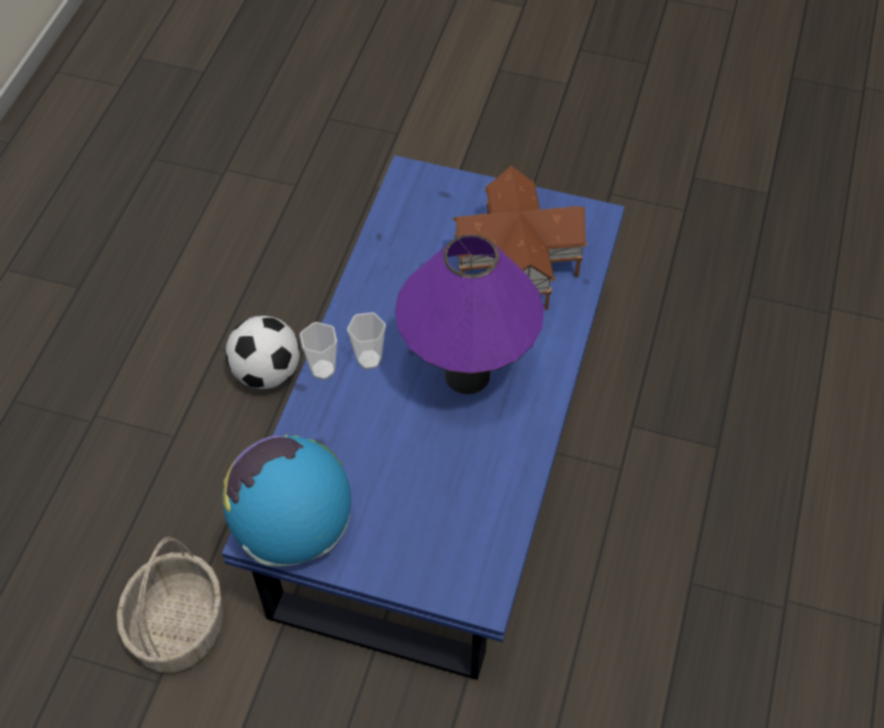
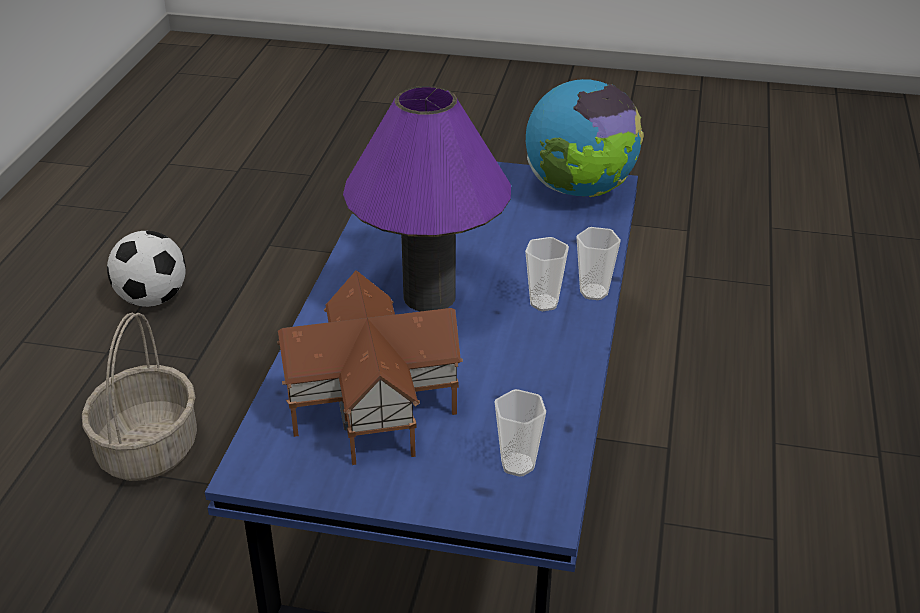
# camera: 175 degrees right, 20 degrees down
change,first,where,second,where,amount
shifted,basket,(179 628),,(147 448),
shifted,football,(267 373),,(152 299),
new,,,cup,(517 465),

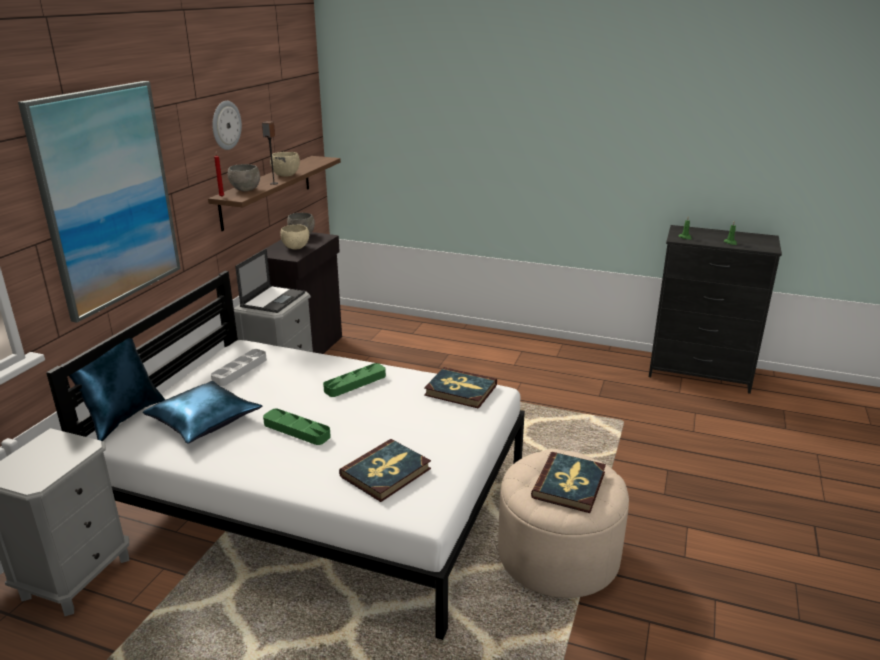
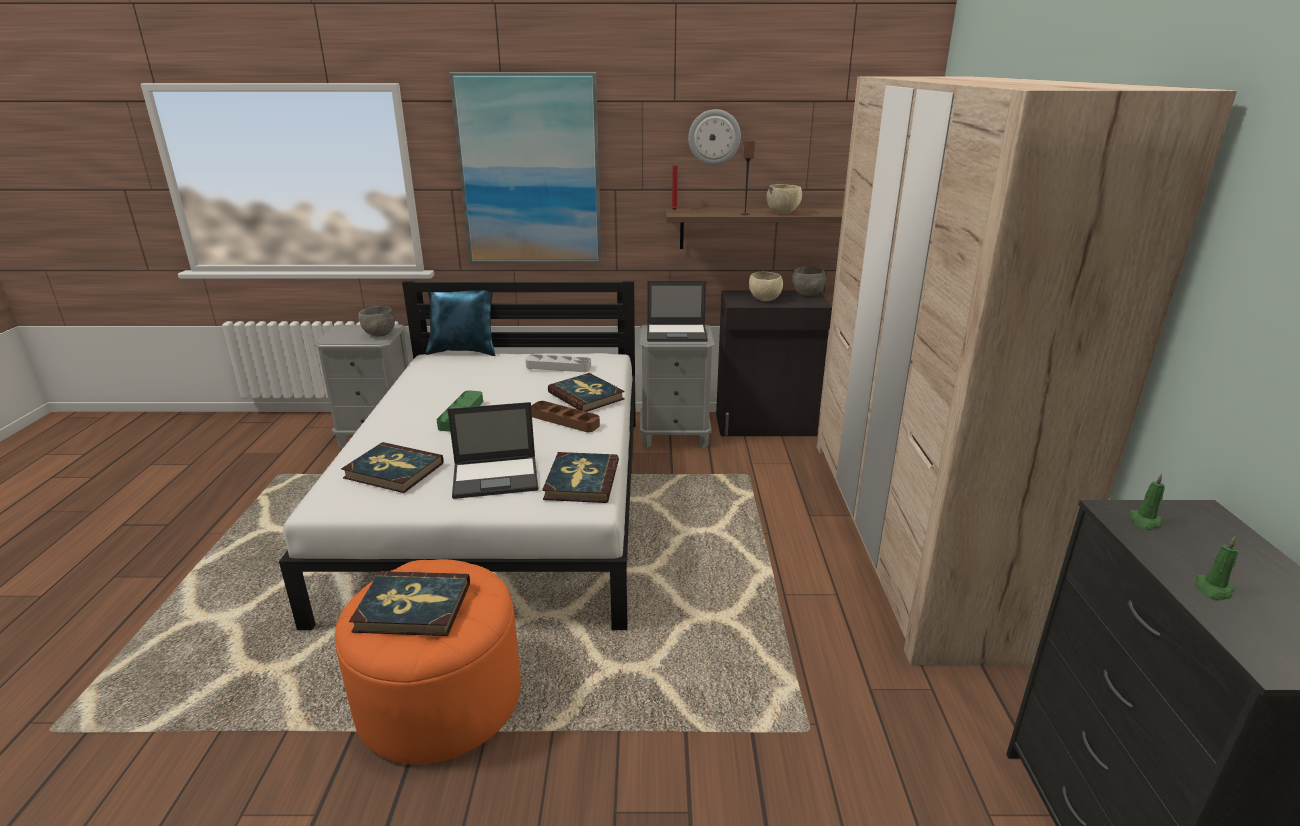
# camera: 70 degrees right, 0 degrees up
change,first,where,second,where,amount
gone,pillow in blue,(204 420),,,
shifted,bowl in grey,(246 190),,(379 335),
repainted,tray in green,(355 383),tray in brown,(564 420),
repainted,ottoman in beige,(558 555),ottoman in orange,(440 699),
new,,,laptop,(497 477),
new,,,book,(586 396),
new,,,wardrobe in beige,(909 532),

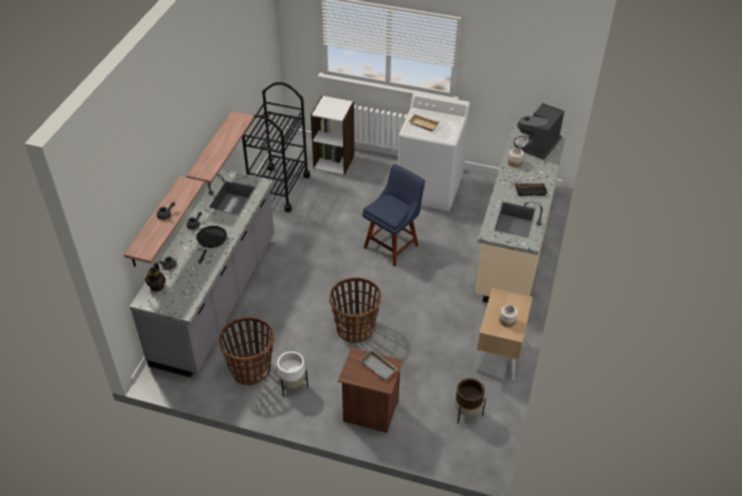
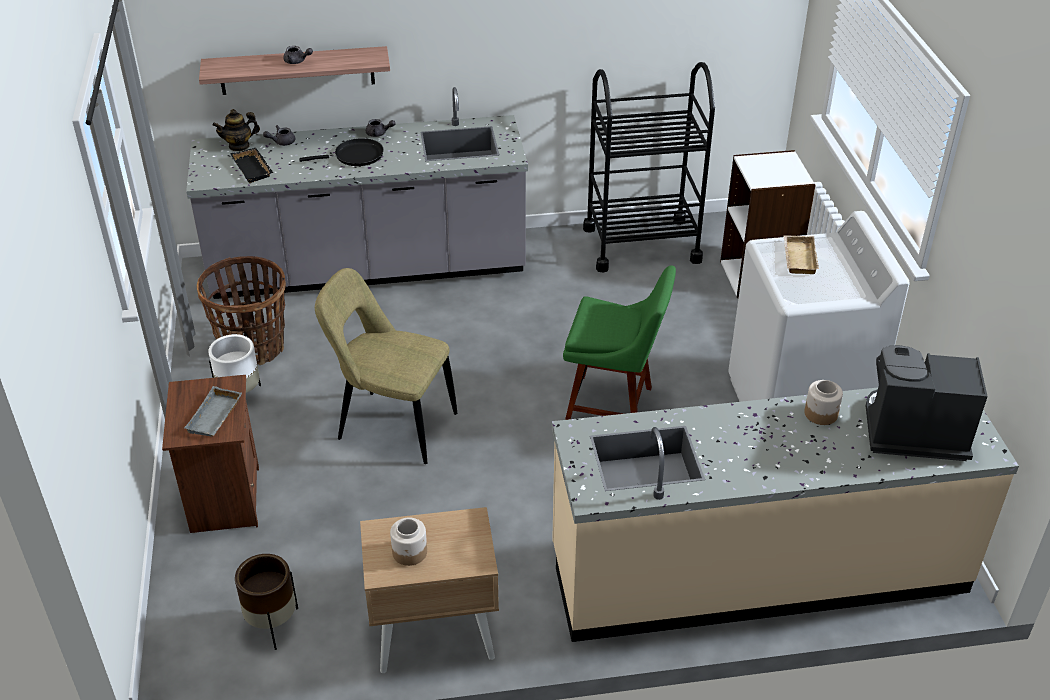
# camera: 65 degrees right, 5 degrees down
change,first,where,second,where,amount
gone,shelf,(211 151),,,
swapped,basket,(355 328),chair in beige,(392 425),
repainted,chair in blue,(393 245),chair in green,(614 407),
shifted,tray in black,(530 191),,(254 169),

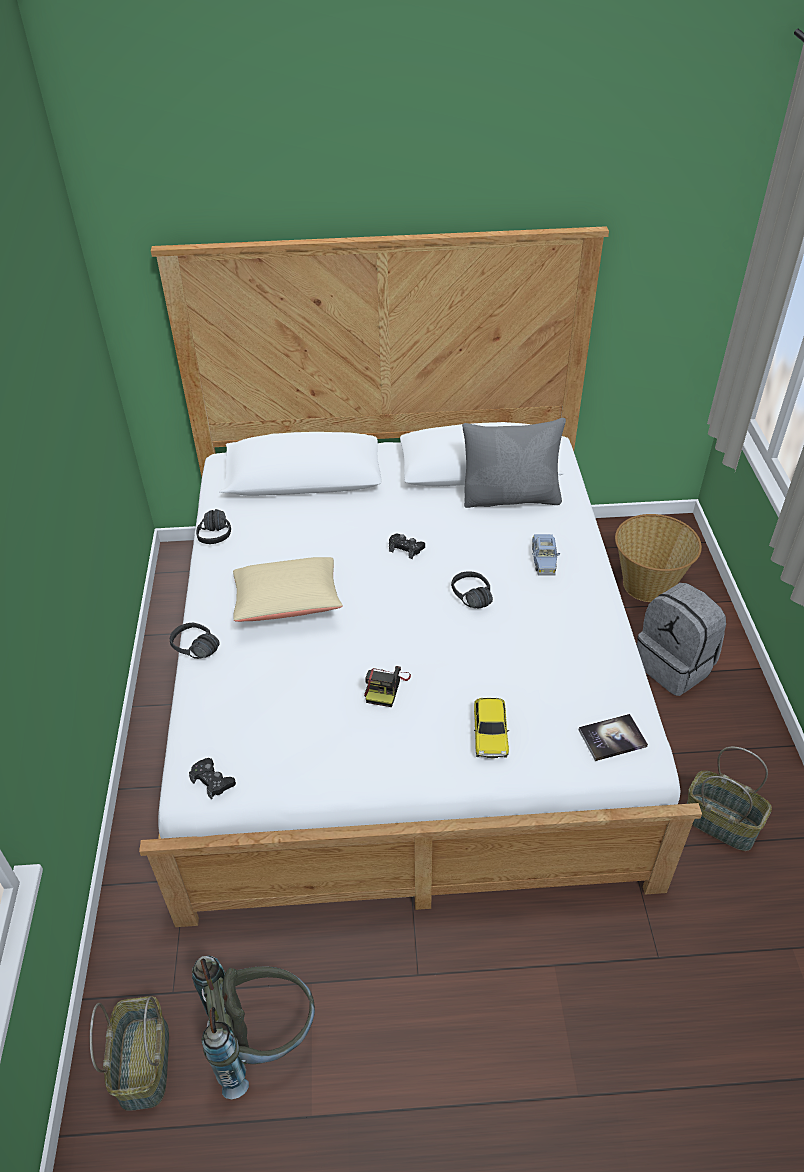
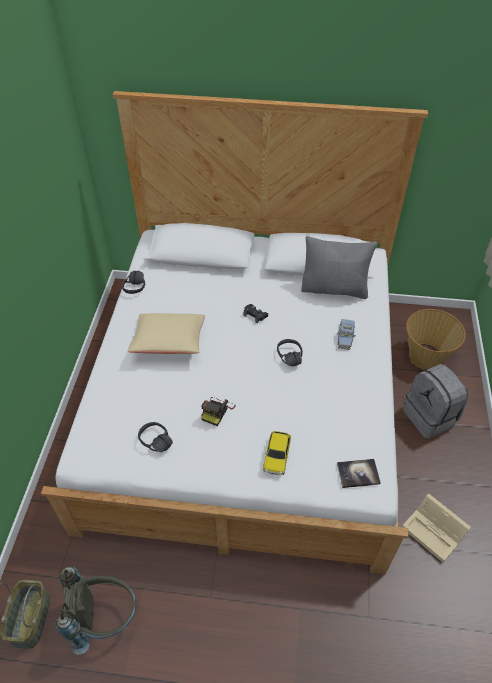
# camera: 10 degrees right, 5 degrees up
change,first,where,second,where,amount
shifted,headphones in black,(191 653),,(152 445),
gone,game controller in black,(212 781),,,
swapped,basket,(721 822),storage box in beige,(434 532),

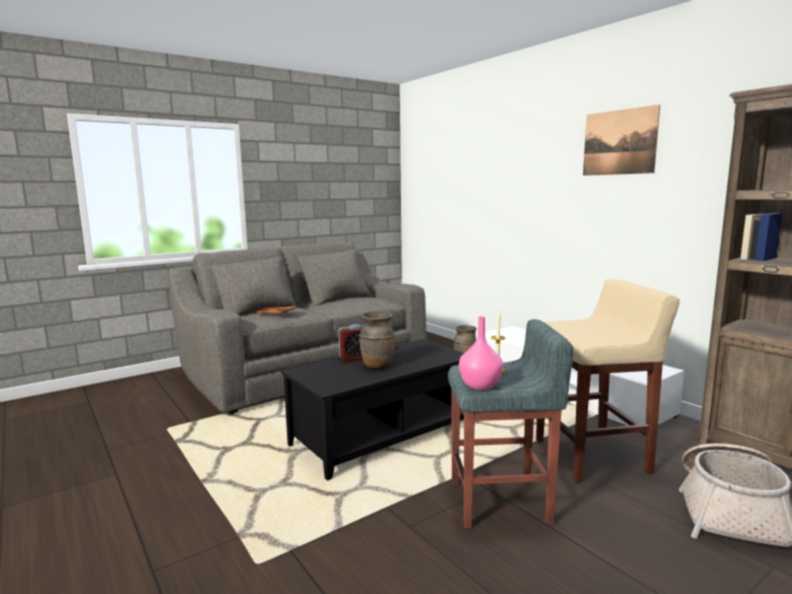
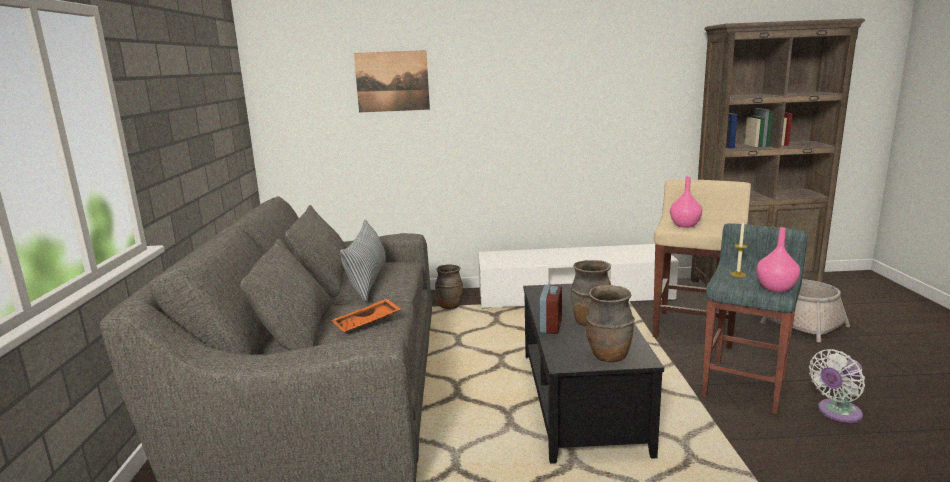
# camera: 55 degrees left, 5 degrees up
change,first,where,second,where,amount
shifted,picture,(619 142),,(392 81),
new,,,pillow,(368 281),
new,,,vase in brown,(608 356),
new,,,vase in pink,(684 225),
new,,,fan in white,(836 413),

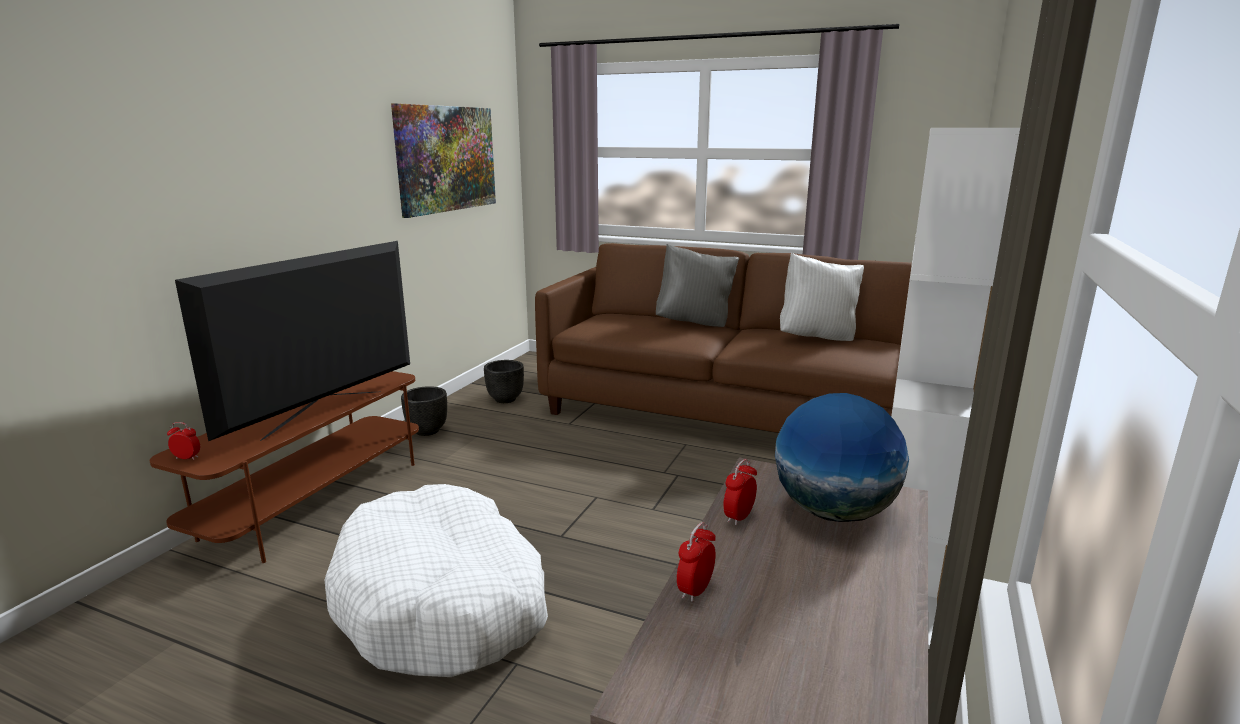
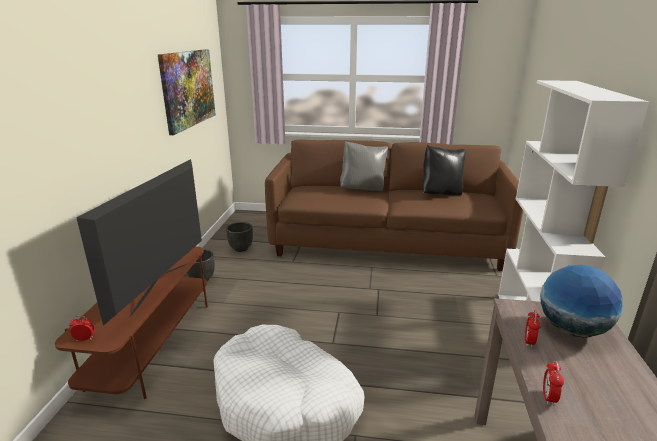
# camera: 15 degrees left, 5 degrees up
change,first,where,second,where,amount
repainted,pillow in white,(817 338),pillow in black,(441 194),

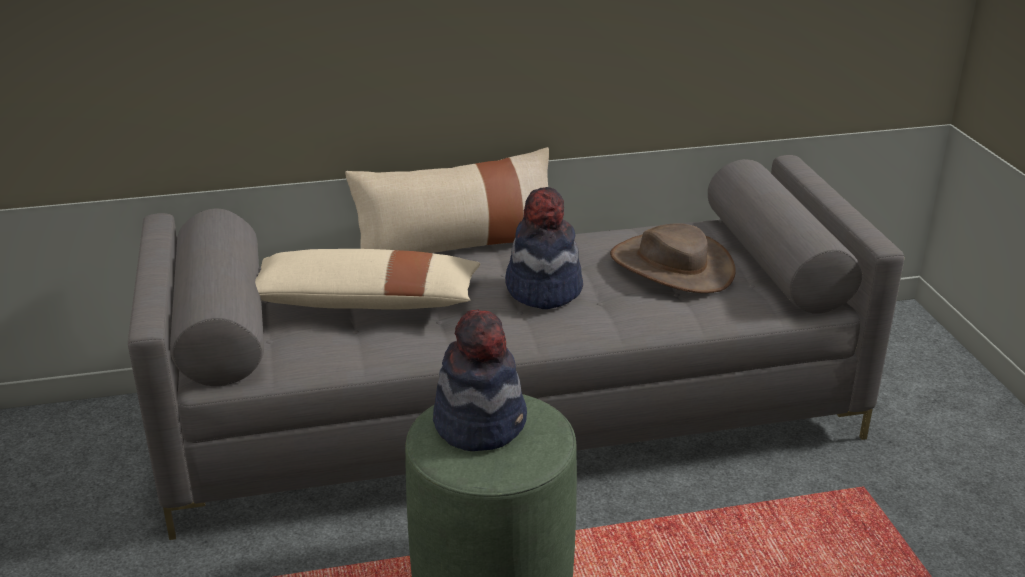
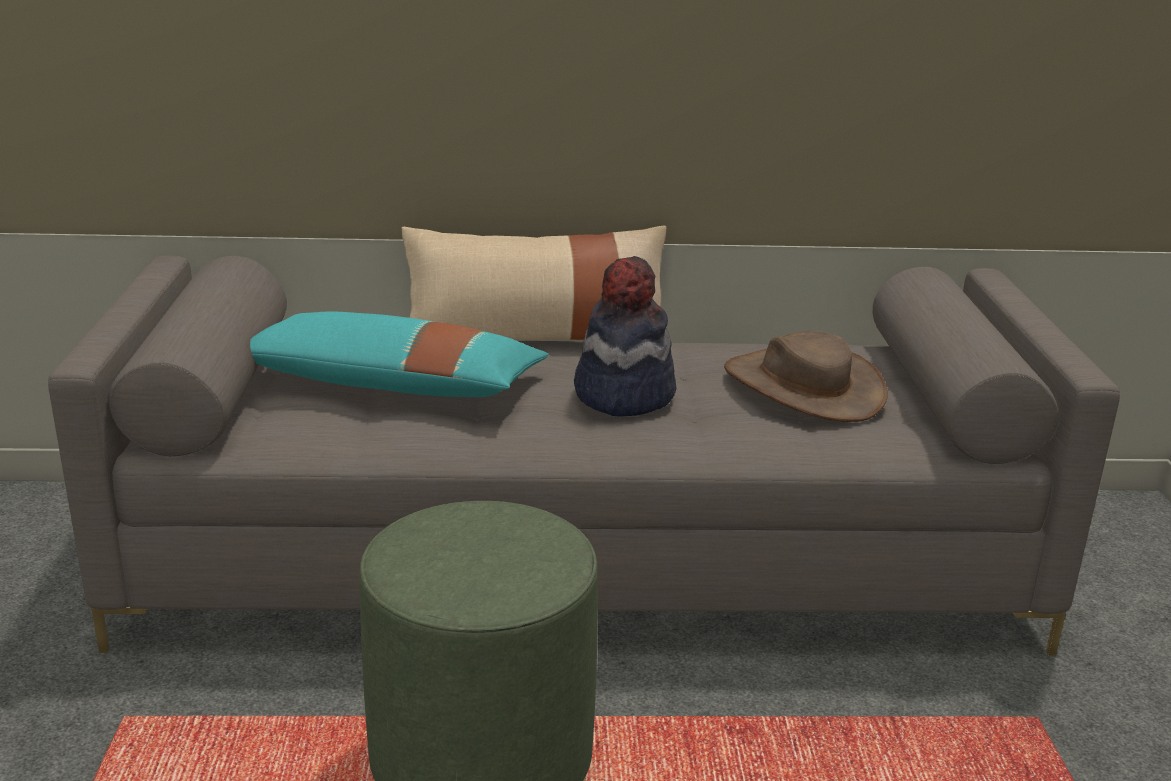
# camera: 10 degrees right, 5 degrees down
change,first,where,second,where,amount
repainted,pillow in beige,(365 302),pillow in turquoise,(393 385),
gone,hat,(480 423),,,

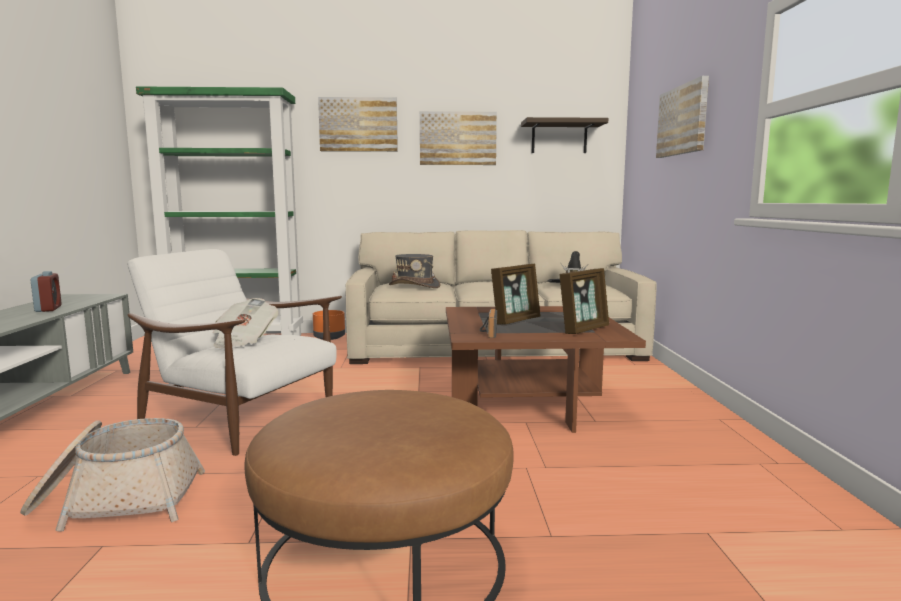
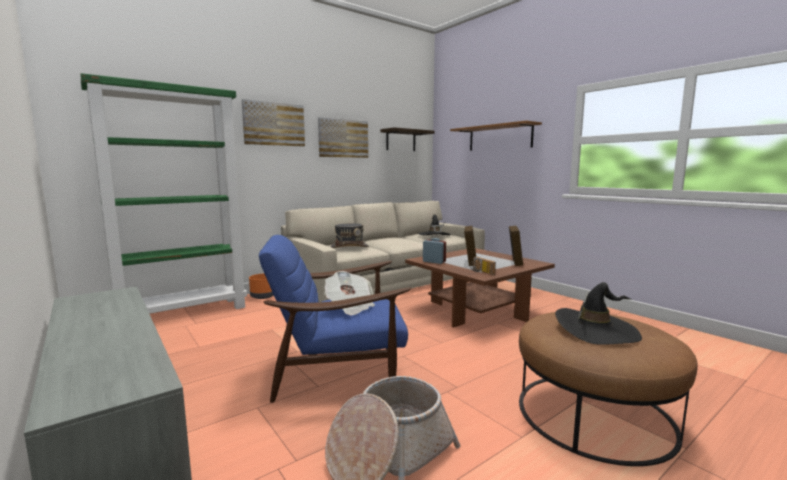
# camera: 35 degrees left, 0 degrees up
change,first,where,second,where,amount
shifted,alarm clock,(48 309),,(434 262),
repainted,armchair in white,(243 418),armchair in blue,(338 369),
swapped,picture,(683 120),shelf,(499 138),
new,,,hat in black,(596 330),

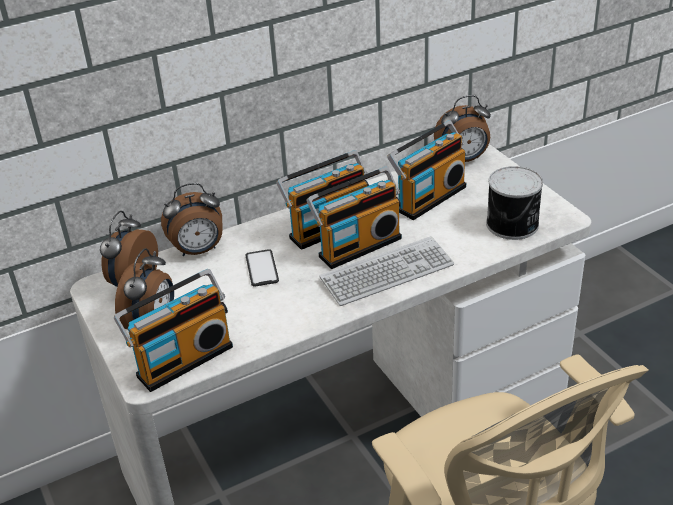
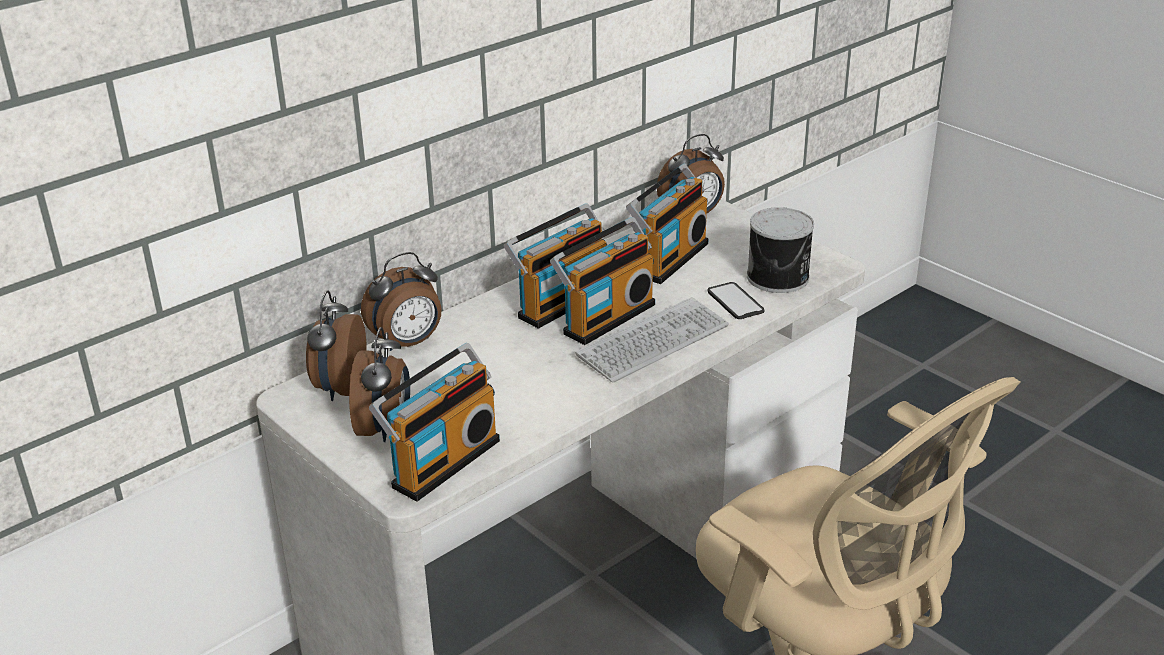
# camera: 15 degrees left, 5 degrees down
change,first,where,second,where,amount
shifted,phone,(262 268),,(735 302),

